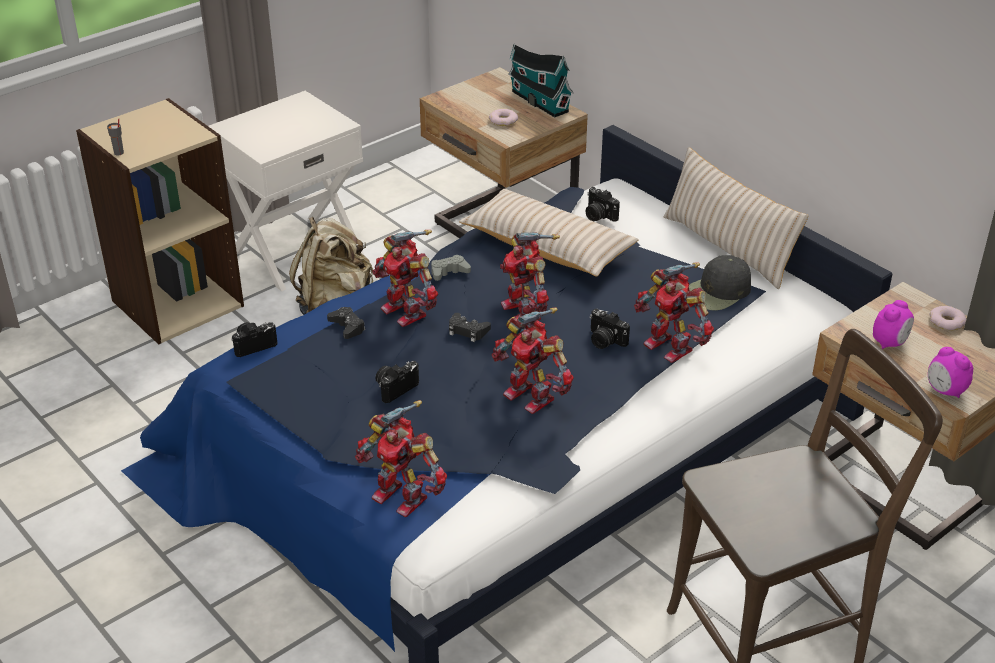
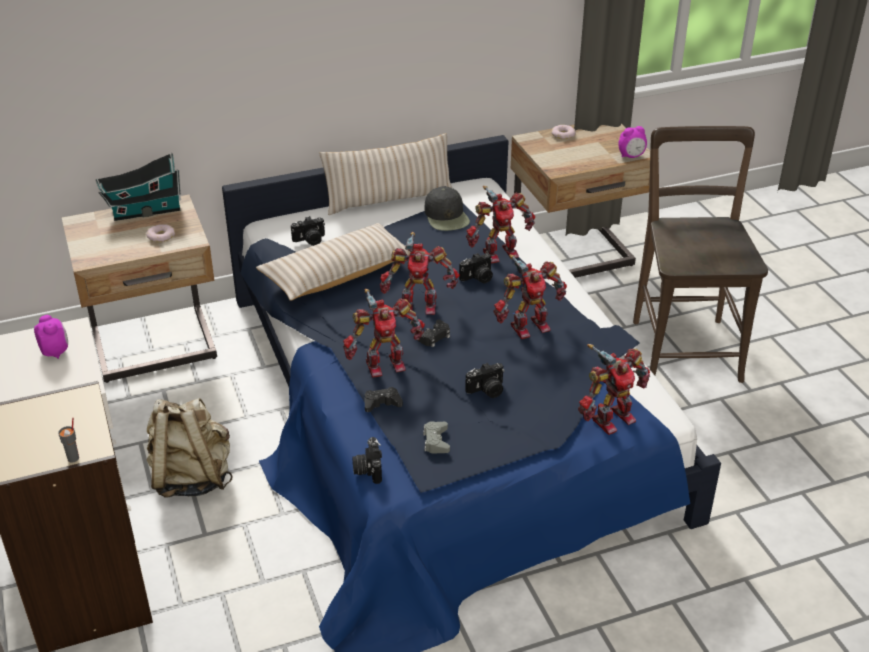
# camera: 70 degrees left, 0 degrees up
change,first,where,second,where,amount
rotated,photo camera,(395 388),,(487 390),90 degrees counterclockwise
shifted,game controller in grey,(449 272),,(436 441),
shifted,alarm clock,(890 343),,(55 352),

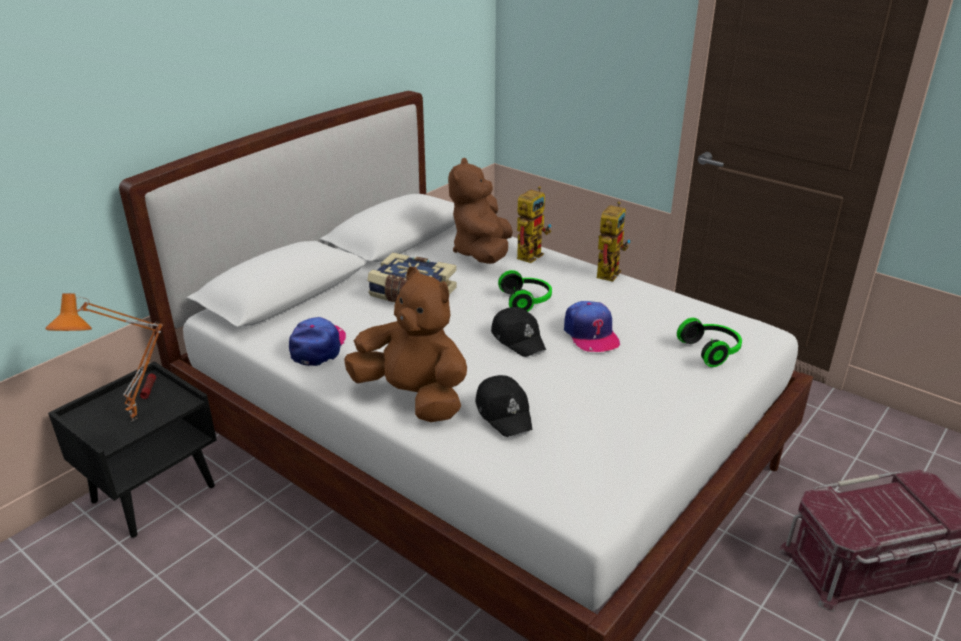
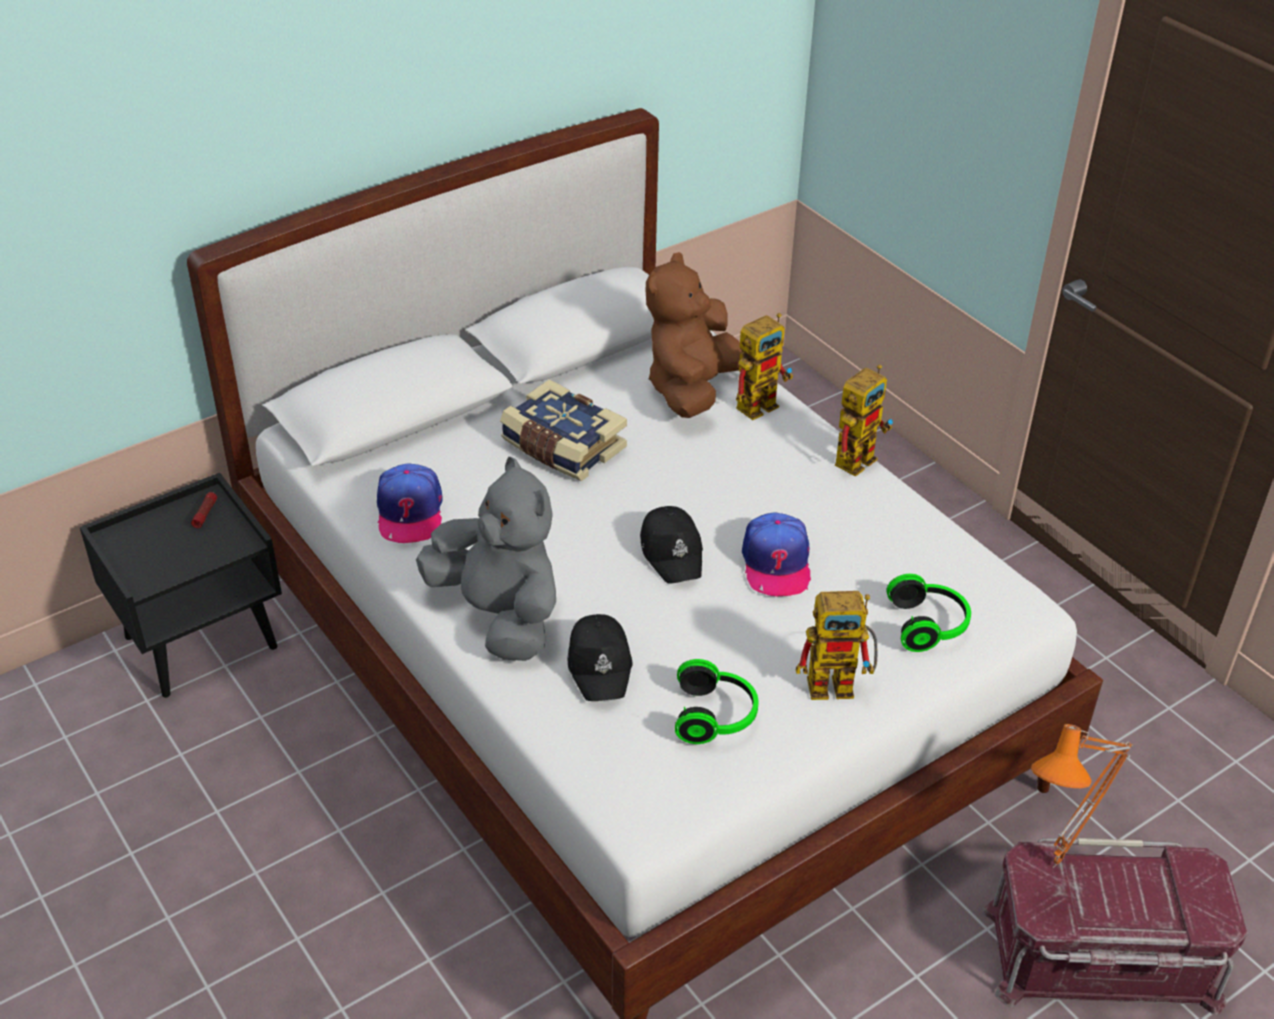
# camera: 15 degrees right, 10 degrees up
change,first,where,second,where,amount
shifted,table lamp in orange,(136 421),,(1059 868),
rotated,cap,(318 346),,(409 512),150 degrees clockwise
repainted,plush toy in brown,(413 397),plush toy in grey,(499 615),
shifted,headphones,(527 301),,(716 716),
new,,,toy robot,(840 683),

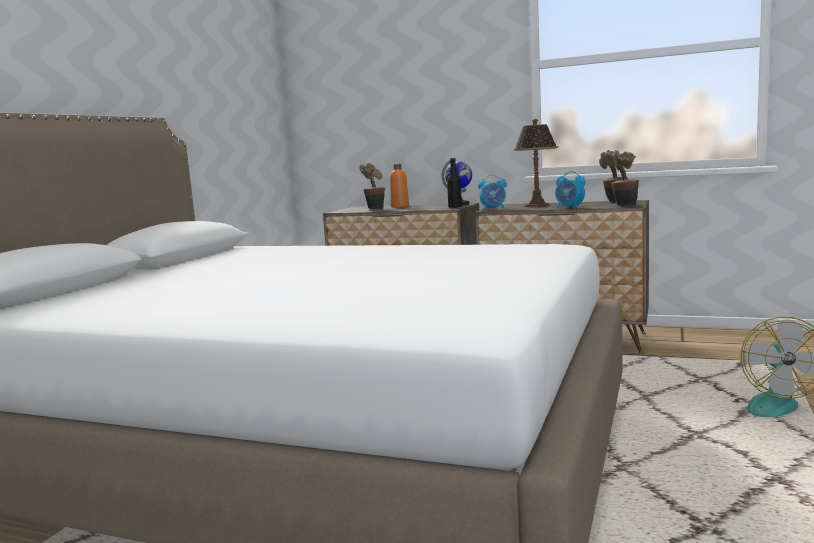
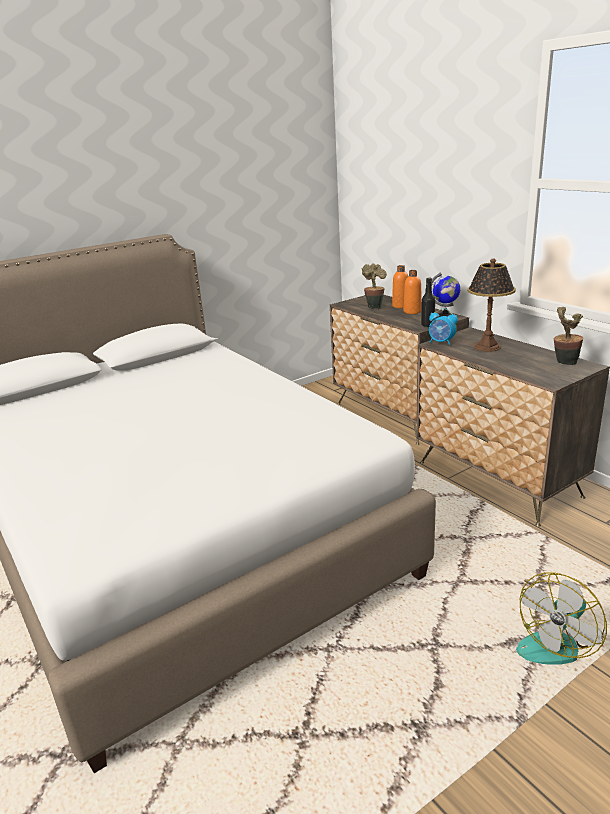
# camera: 35 degrees right, 15 degrees up
change,first,where,second,where,amount
gone,alarm clock,(569 208),,,
gone,potted plant,(623 206),,,
new,,,bottle in orange,(412 311),

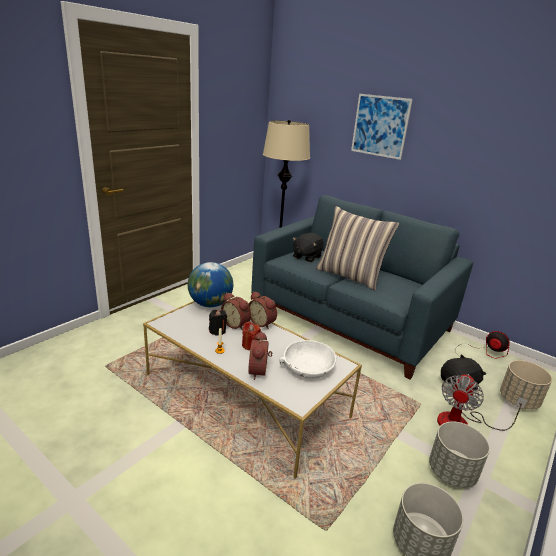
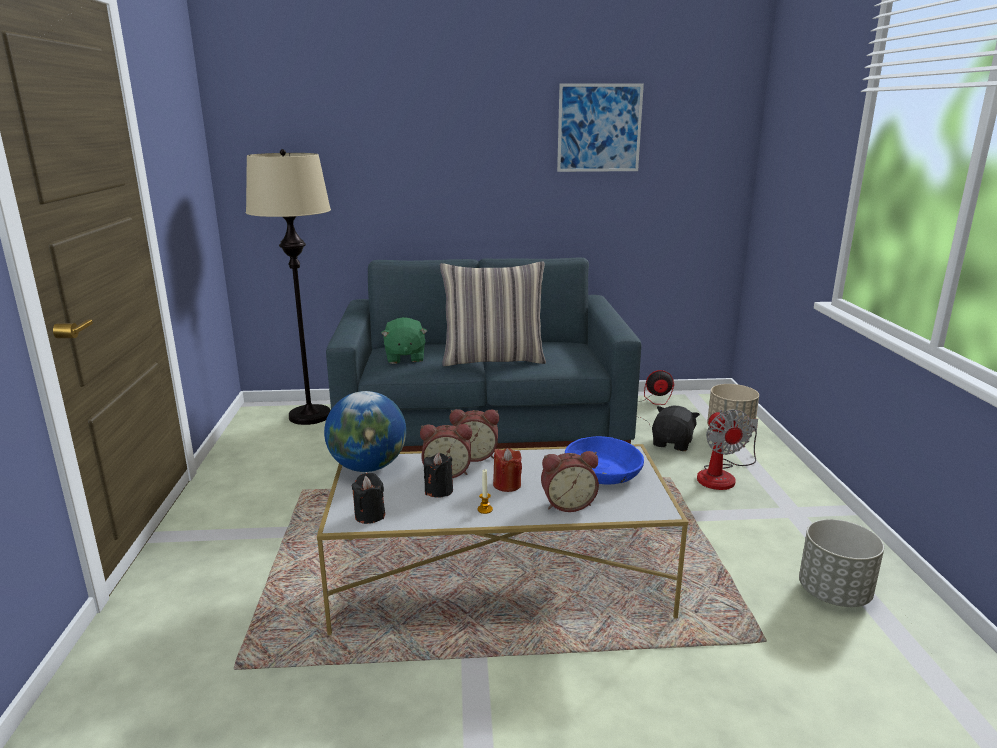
# camera: 40 degrees left, 5 degrees down
change,first,where,second,where,amount
rotated,alarm clock,(260 371),,(567 504),60 degrees counterclockwise
repainted,bowl in white,(308 367),bowl in blue,(603 472),
repainted,plush toy in black,(306 257),plush toy in green,(404 358),
shifted,picture,(380 126),,(599 128),
gone,planter in grey,(452 472),,,
new,,,candle in black,(370 515),

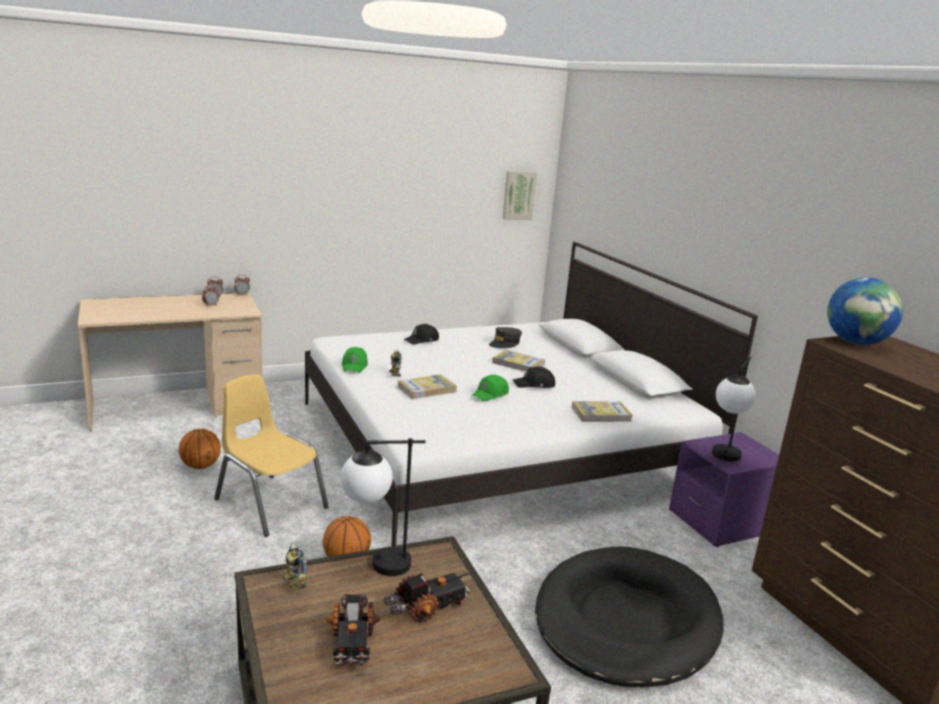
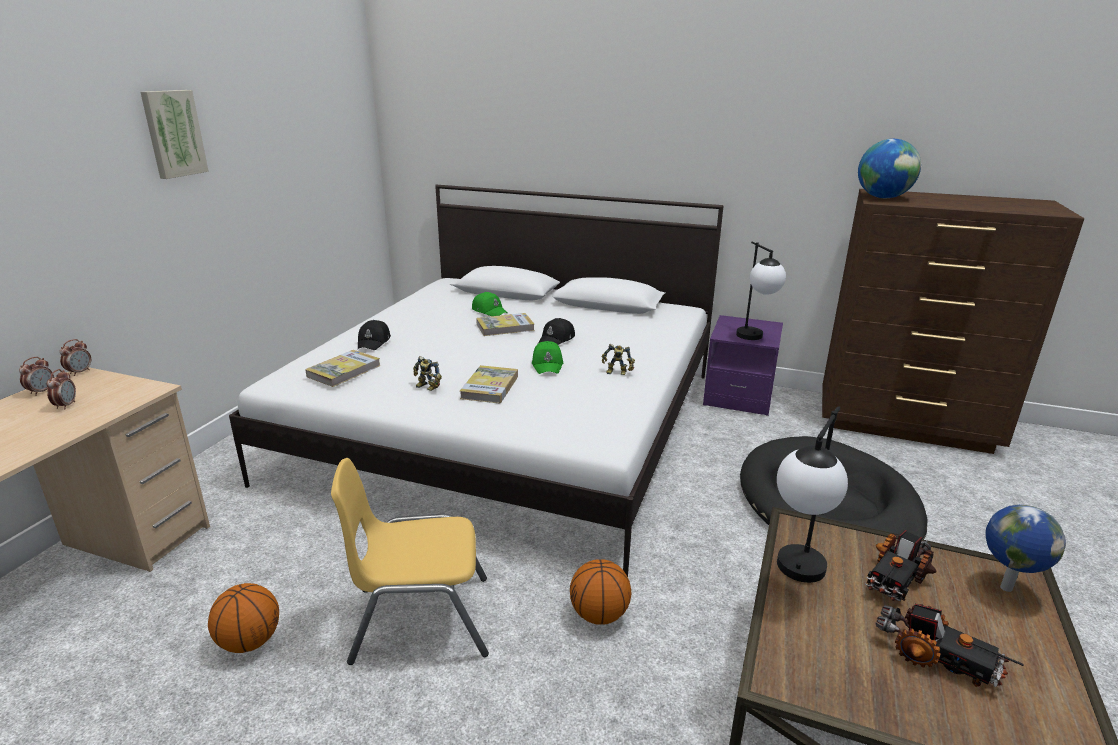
# camera: 45 degrees left, 5 degrees up
change,first,where,second,where,amount
shifted,toy robot,(292 583),,(617 373),
shifted,cap in green,(355 366),,(489 311),
rotated,toy truck,(428 607),,(895 578),150 degrees counterclockwise
gone,cap in grey,(505 343),,,
shifted,picture,(518 195),,(173 133),
shifted,book,(601 414),,(344 371),
new,,,globe,(1004 587),

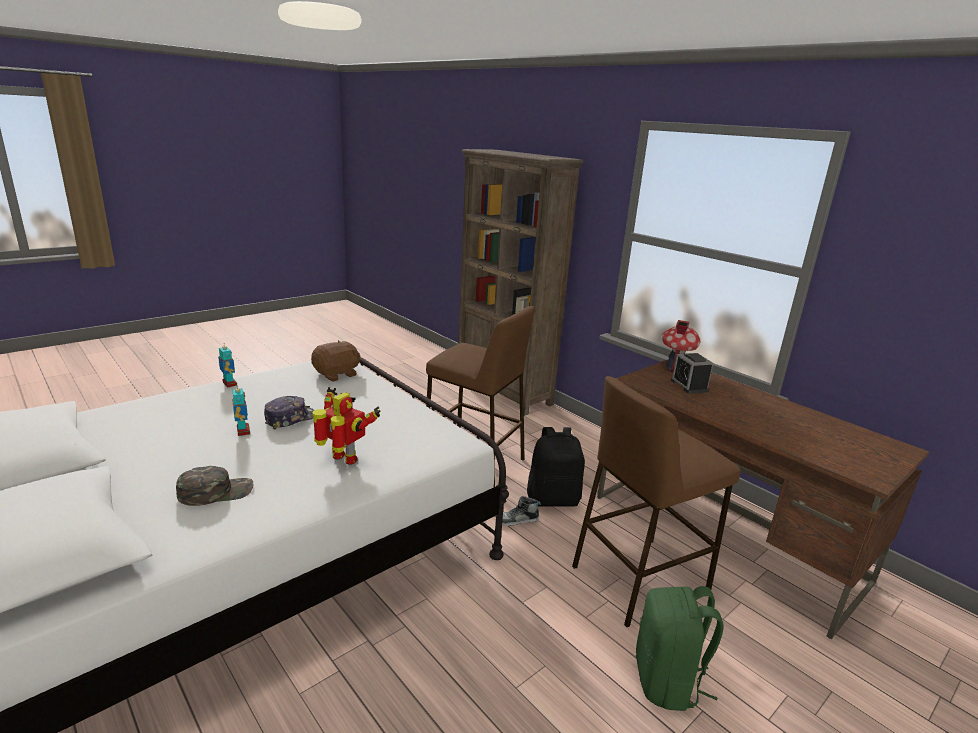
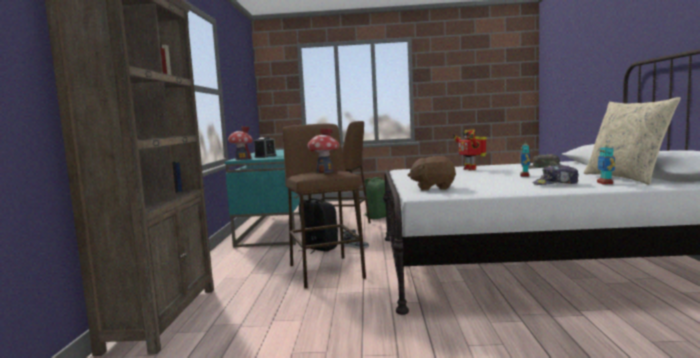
# camera: 135 degrees left, 15 degrees down
change,first,where,second,where,amount
shifted,toy robot,(229 384),,(605 183),
shifted,cap,(290 418),,(556 184),
repainted,desk in brown,(725 538),desk in turquoise,(278 228),
new,,,toy house,(325 172),
new,,,pillow in beige,(626 178),

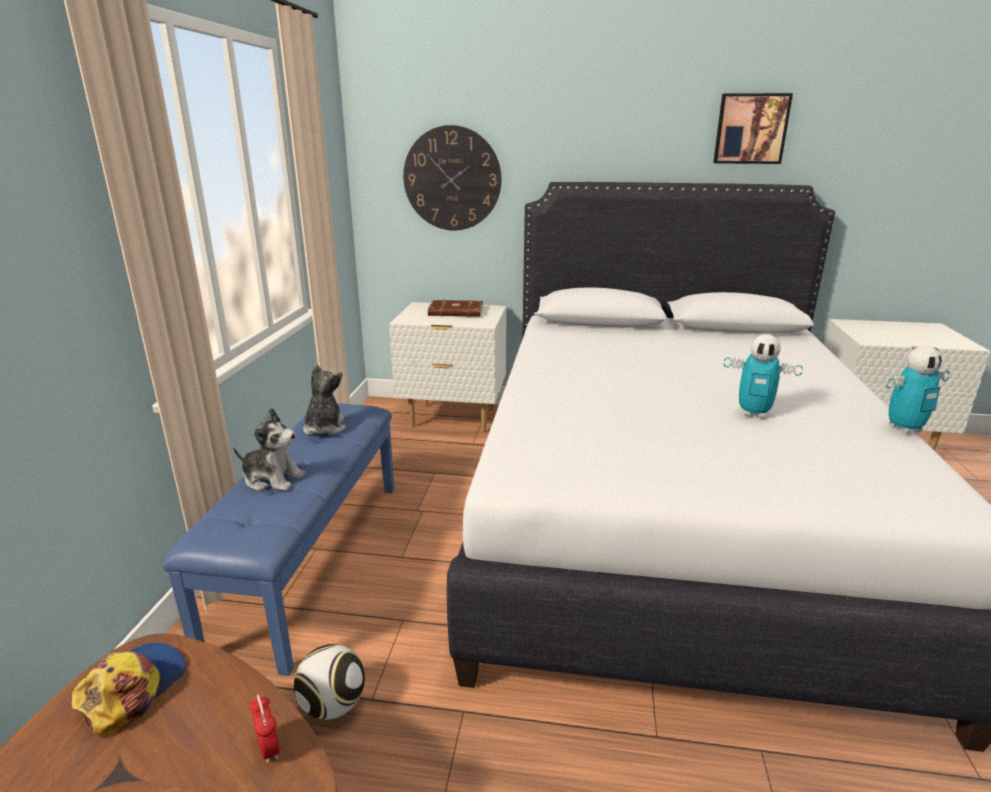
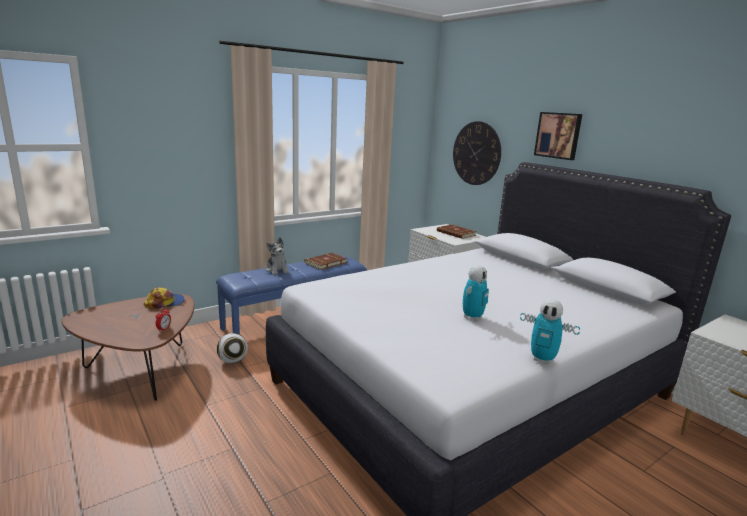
# camera: 45 degrees right, 5 degrees down
change,first,where,second,where,amount
swapped,plush toy,(324 428),book in brown,(325 263),
shifted,picture,(750 129),,(558 135),
rotated,toy robot,(753 413),,(472 317),120 degrees counterclockwise

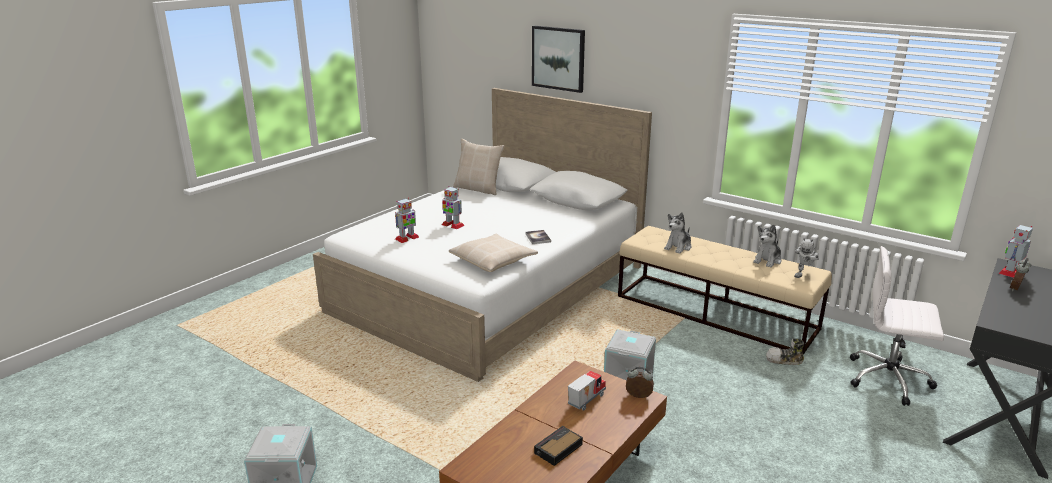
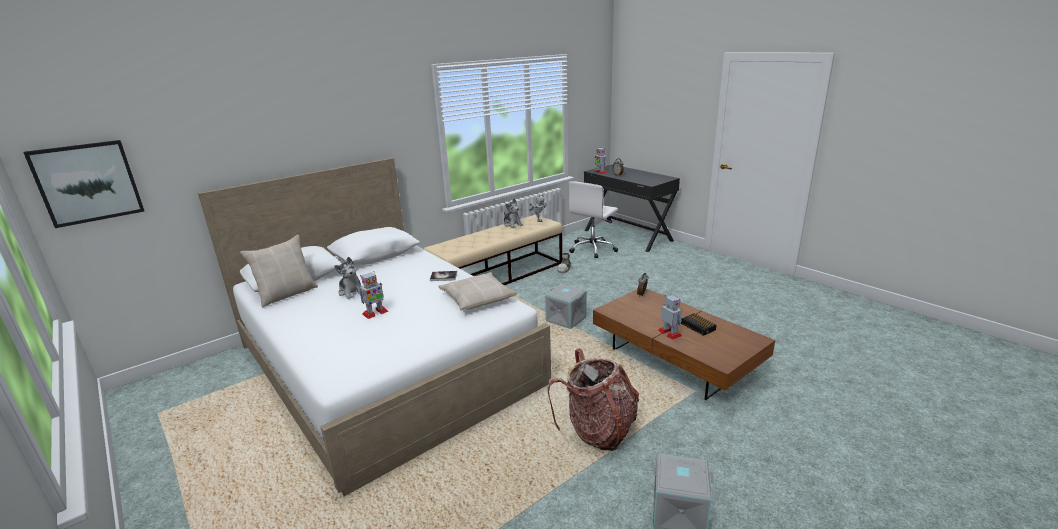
# camera: 75 degrees left, 0 degrees up
change,first,where,second,where,amount
shifted,toy robot,(407 238),,(670 333),
shifted,picture,(558 58),,(87 182),
gone,toy truck,(585 400),,,
shifted,plush toy,(678 247),,(352 292),
new,,,backpack,(598 430),

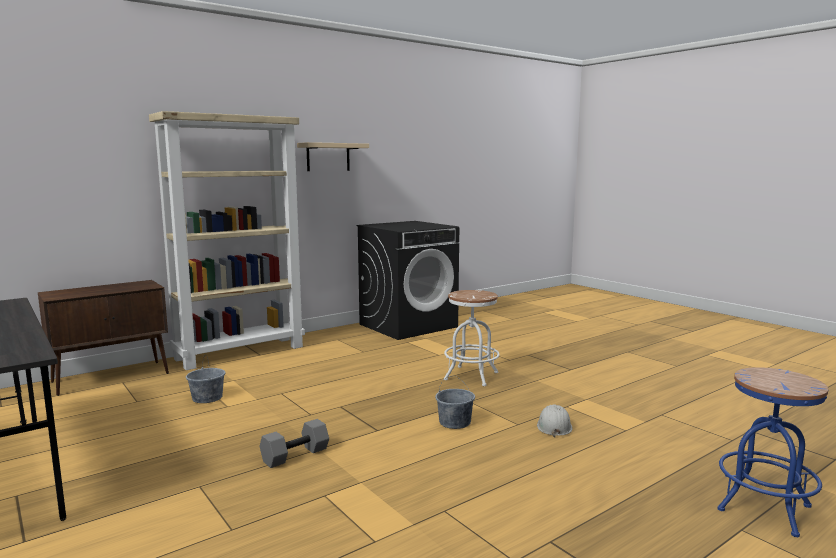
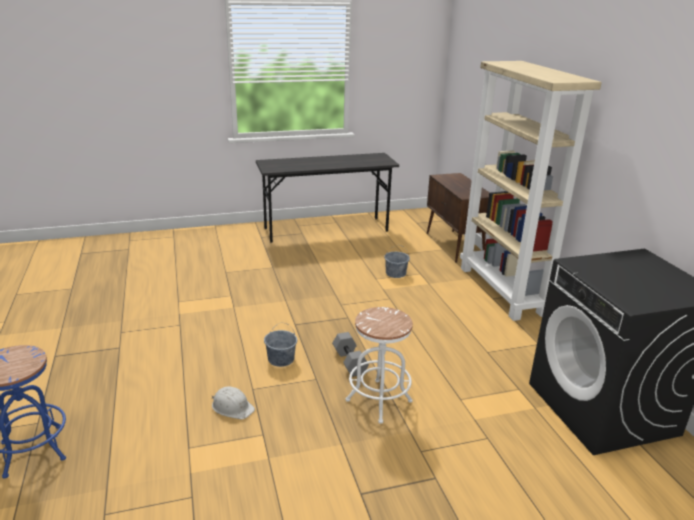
# camera: 110 degrees right, 15 degrees up
change,first,where,second,where,amount
shifted,dumbbell in grey,(295 454),,(350 362),
gone,shelf in beige,(328 157),,,

